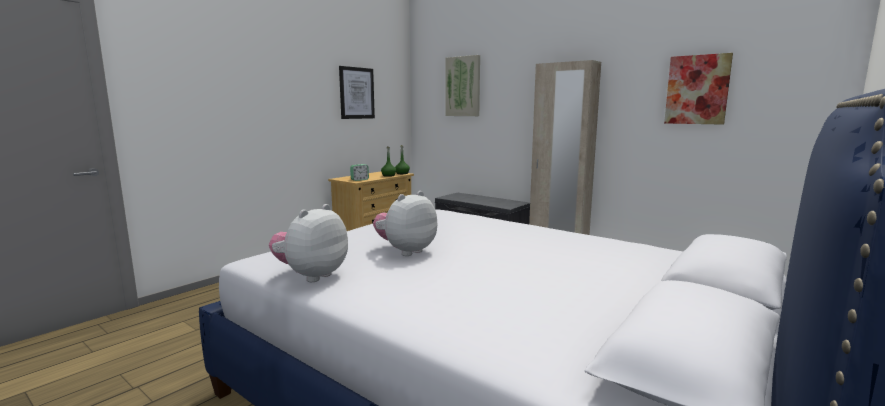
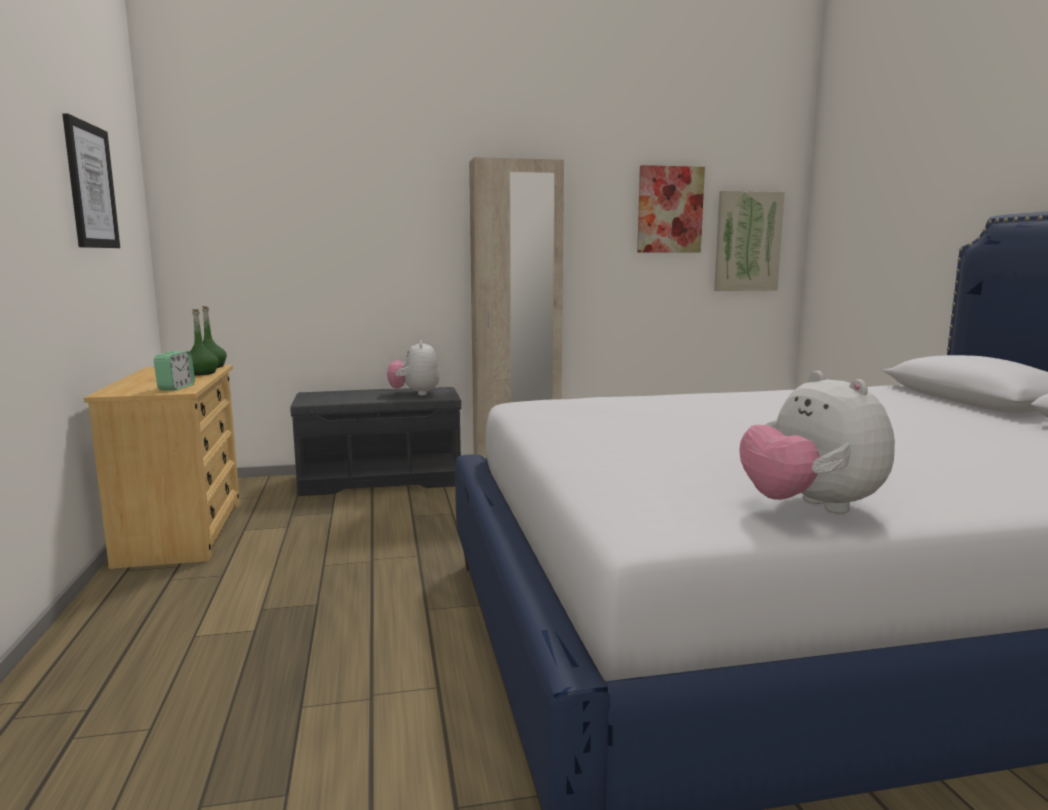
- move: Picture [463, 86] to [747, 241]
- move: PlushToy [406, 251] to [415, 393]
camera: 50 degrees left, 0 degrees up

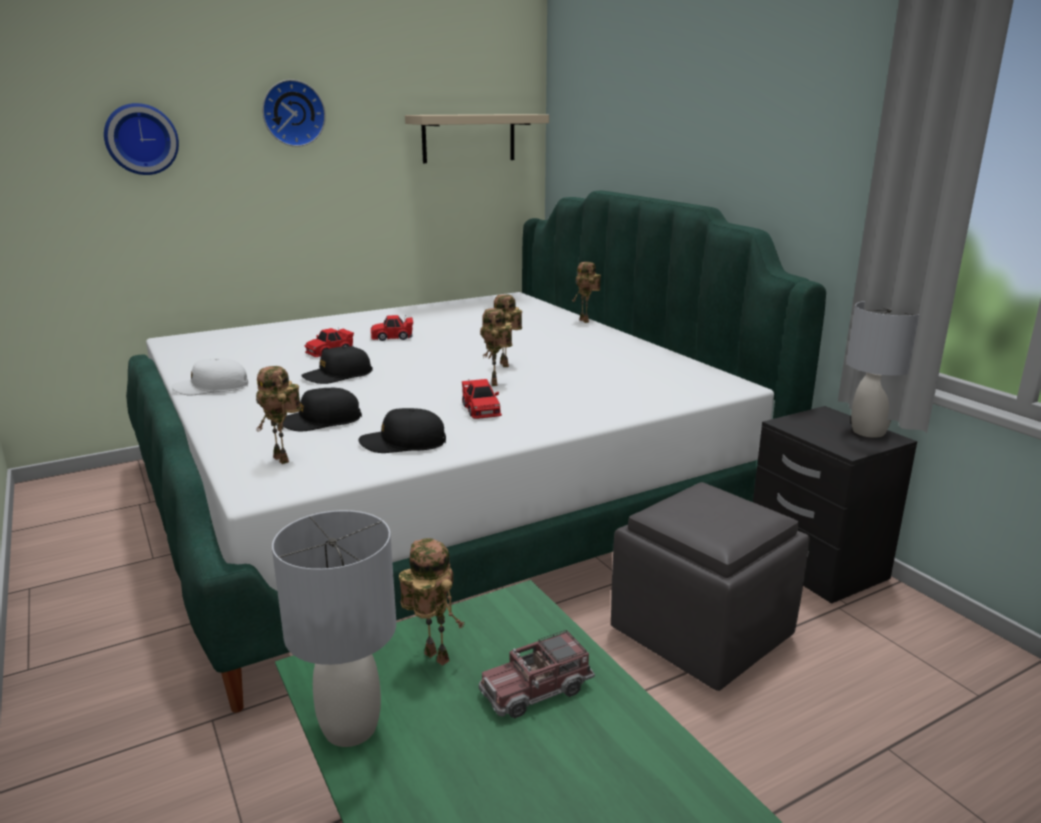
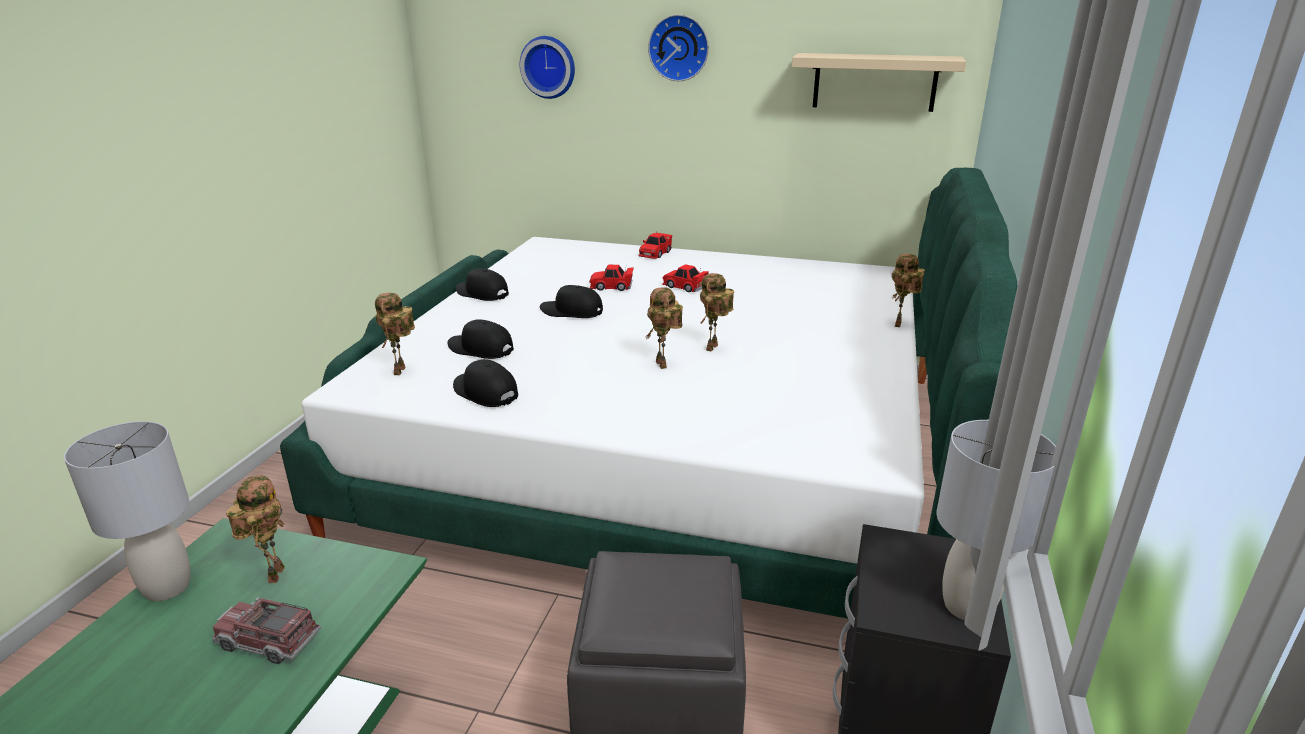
- rotate: ToyRobot [496, 383] = [663, 365] 60 degrees counterclockwise
- recolor: WhiteCap [211, 388] to BlackCap [482, 293]
- move: RedToyCar [481, 410] to [655, 253]
camera: 45 degrees right, 5 degrees up

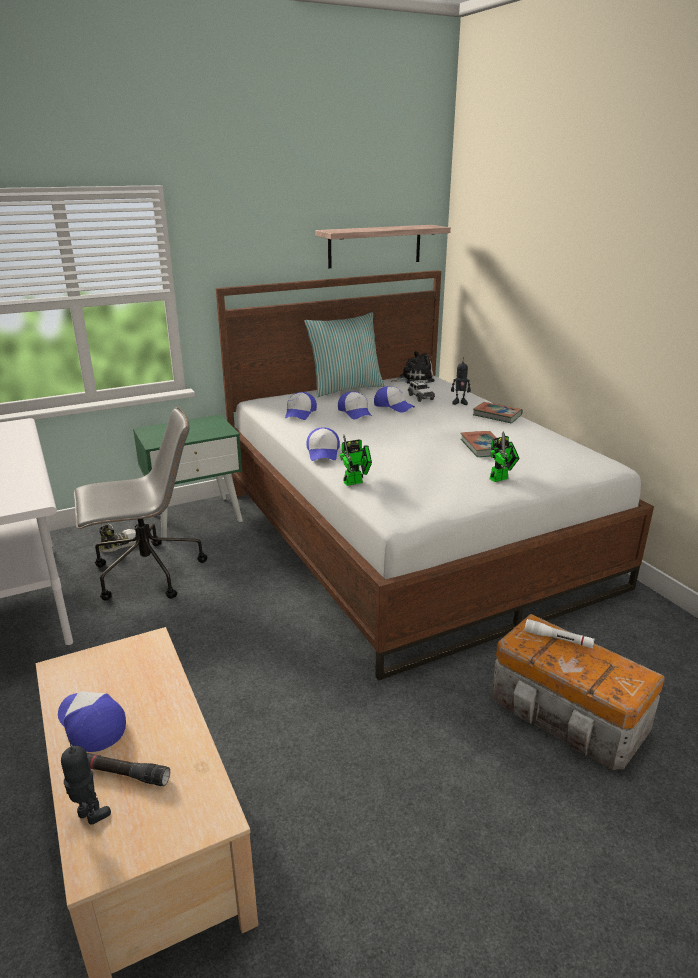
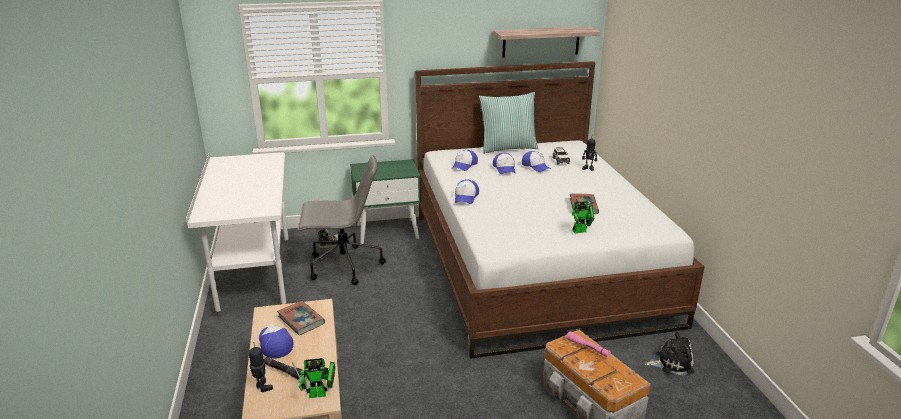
- move: PlushToy [414, 379] to [671, 362]
- move: Book [497, 415] to [301, 320]
- move: ToyRobot [356, 482] to [320, 394]
- recolor: WhiteFlashlight [558, 639] to PinkFlashlight [588, 348]
camera: 15 degrees right, 0 degrees up

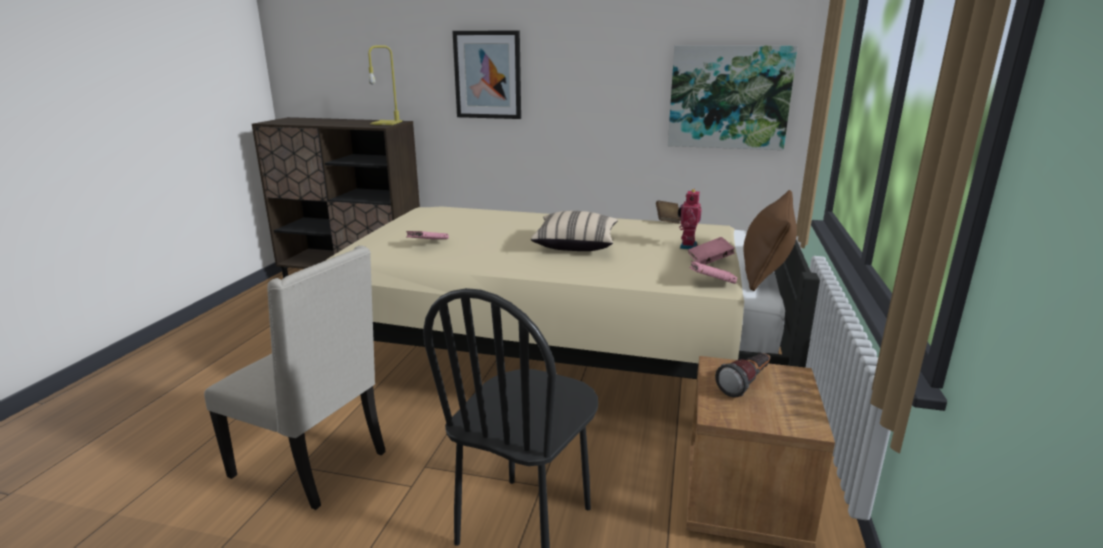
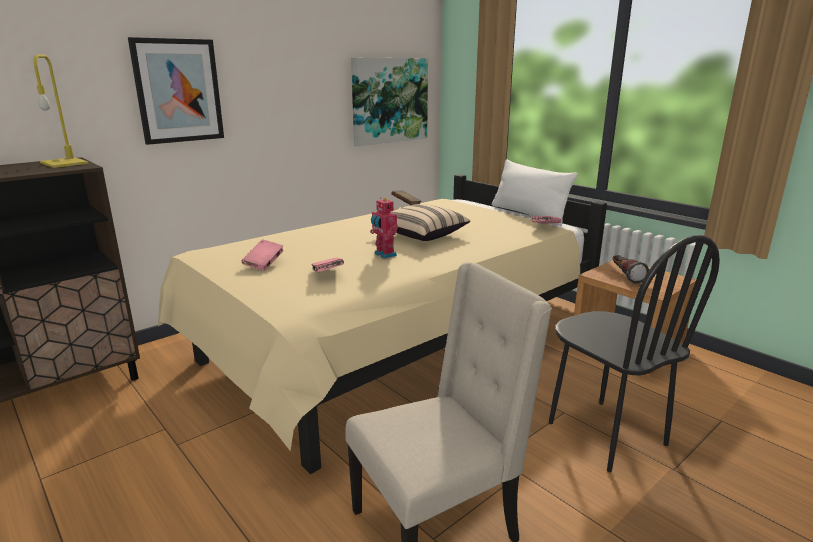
- move: ToyRobot [686, 246] to [384, 255]
- recolor: BrownPillow [765, 268] to WhitePillow [528, 214]
- move: PinkBook [710, 261] to [264, 264]
camera: 55 degrees left, 0 degrees up

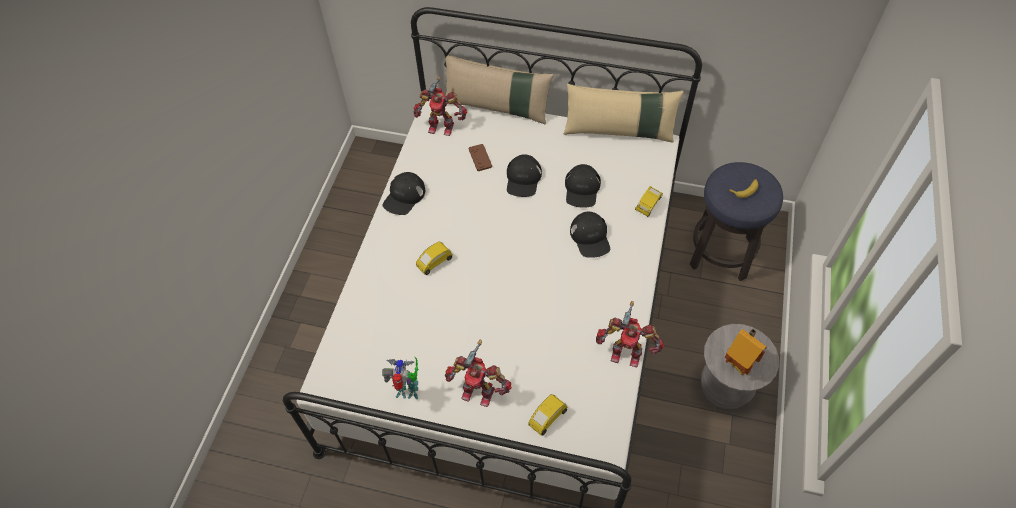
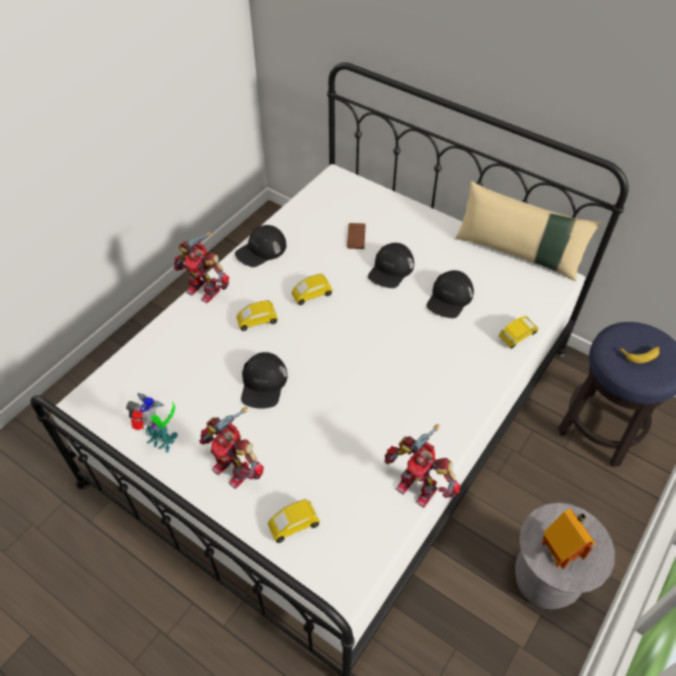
- delete: BeigePillow [497, 107]
- move: ToyRobot [441, 126] to [204, 289]
- move: BlackCap [590, 237] to [263, 384]
- insert: YellowToyCar [311, 295]
camera: 20 degrees right, 5 degrees down

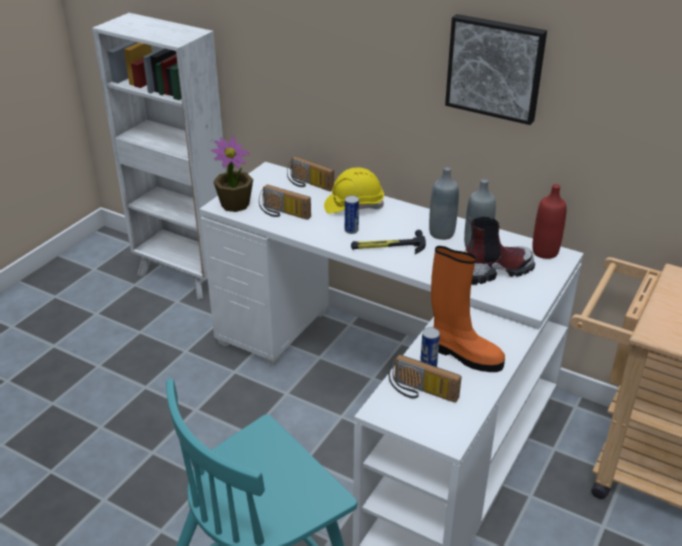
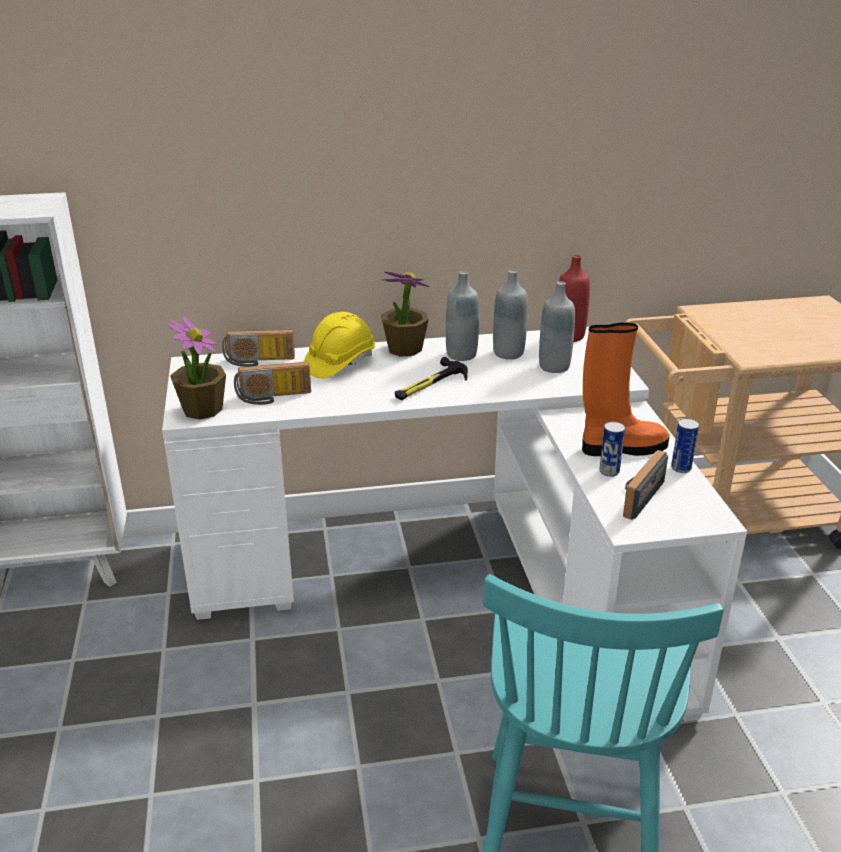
- delete: Picture [495, 67]
- move: Can [351, 230] to [681, 468]
- replace: Boot [495, 271] to GreyBottle [554, 366]
- rotate: Radio [421, 392] = [636, 495] 135 degrees clockwise
- insert: PottedPlant [404, 349]
camera: 40 degrees left, 5 degrees down

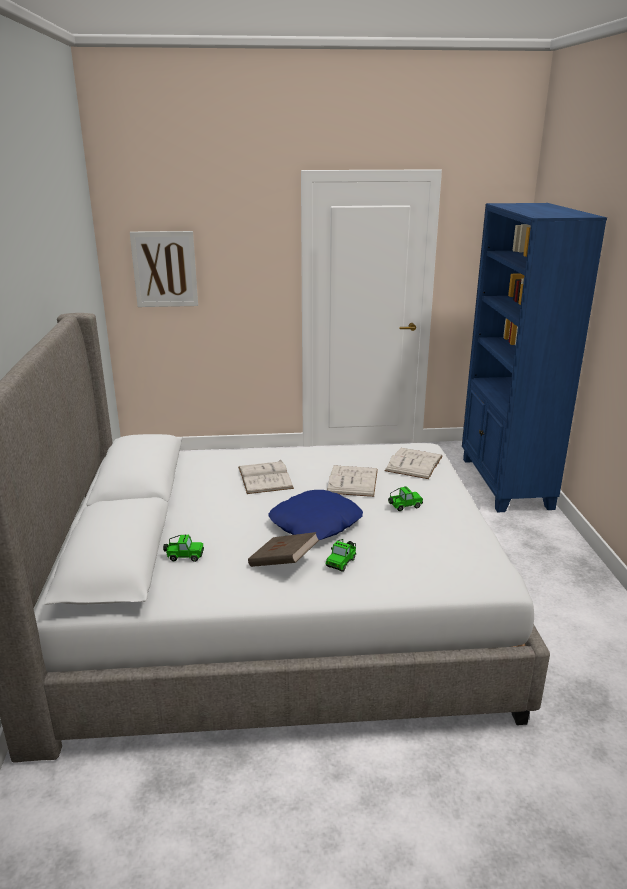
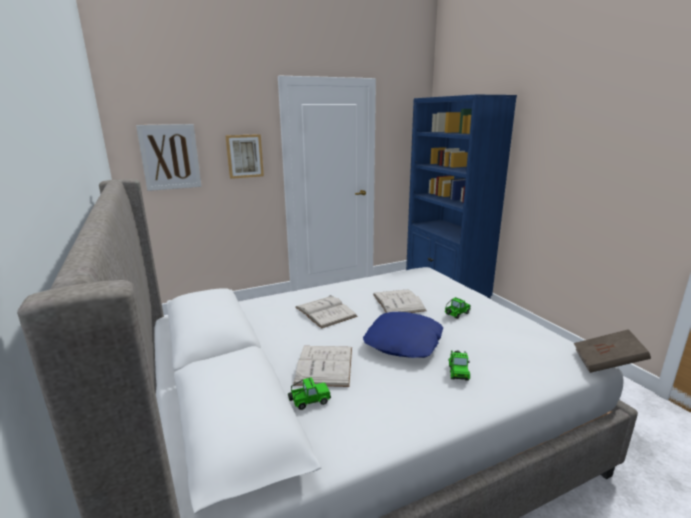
- move: WhiteBook [414, 463] to [324, 365]
- move: BrownBook [283, 563] to [607, 363]
- insert: Picture [244, 156]
camera: 20 degrees left, 5 degrees down

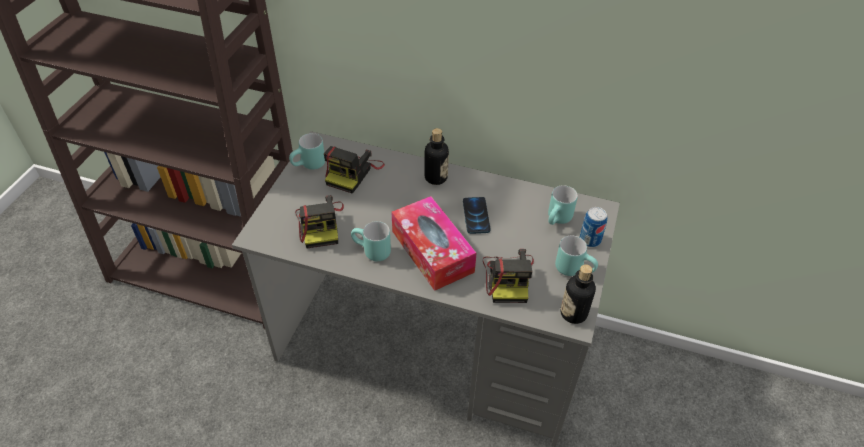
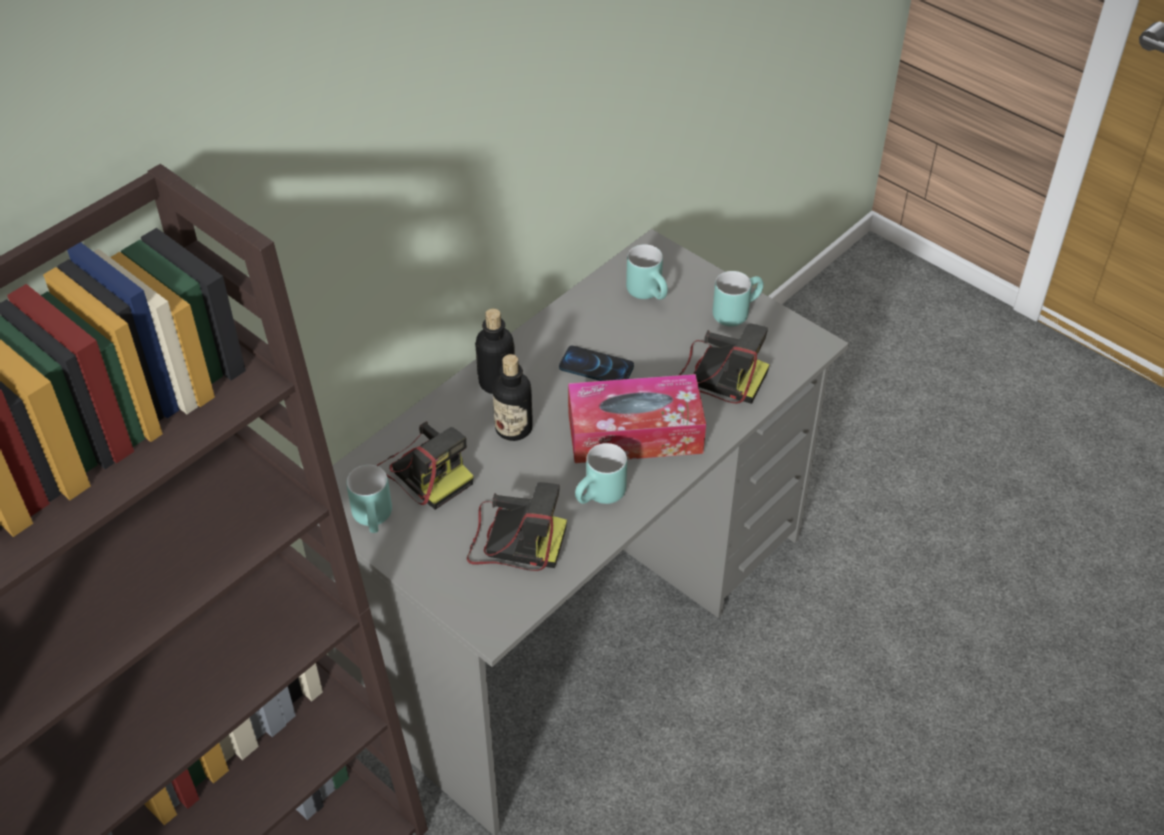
- delete: Can [590, 240]
- move: Bottle [573, 313] to [513, 428]
camera: 65 degrees left, 0 degrees up

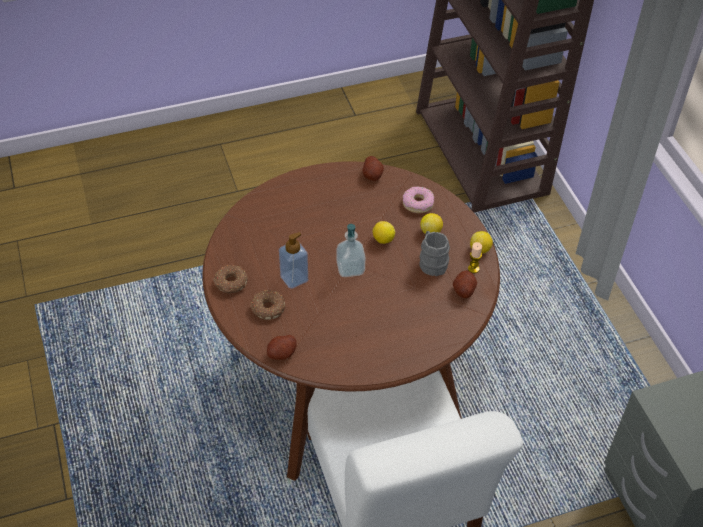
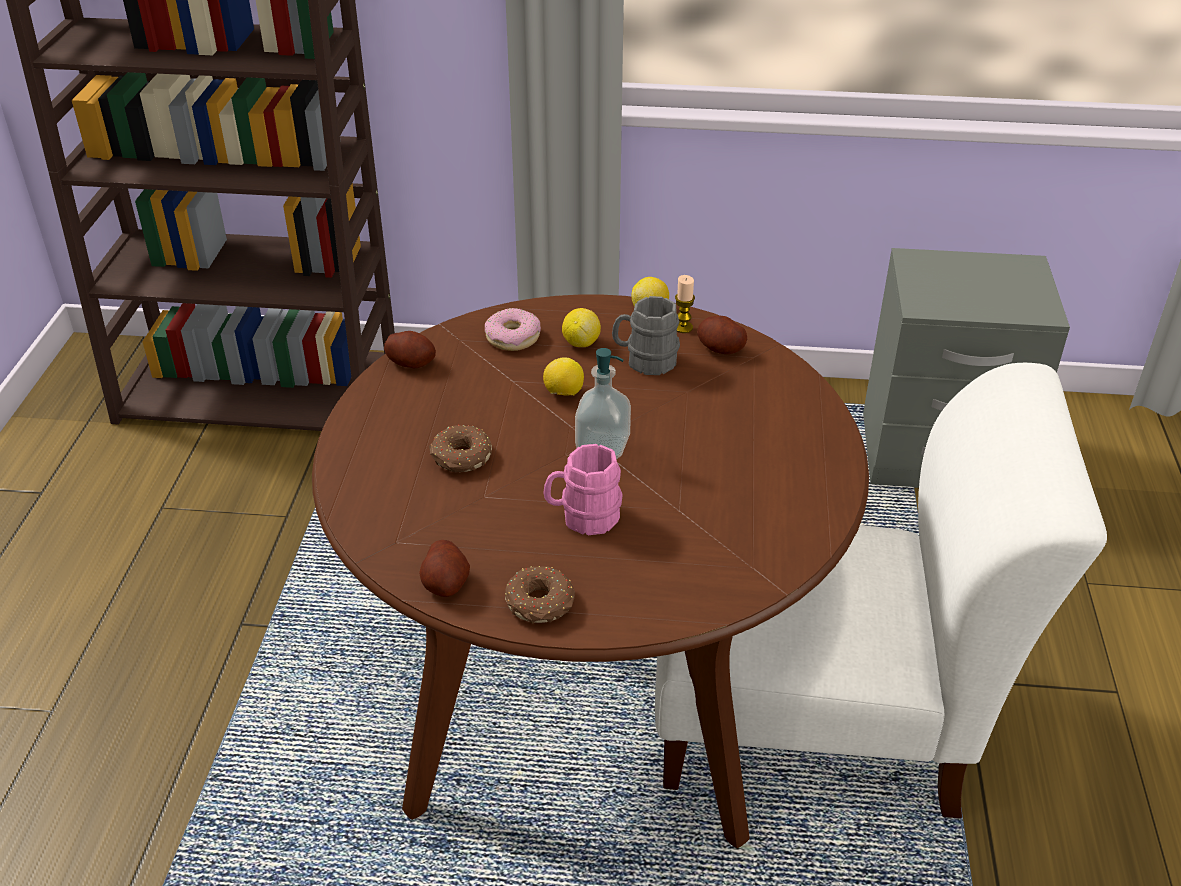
- replace: SoapDispenser [294, 278] to PinkMug [583, 517]
- move: Donut [267, 308] to [461, 457]
- move: Potato [282, 353] to [446, 583]
camera: 65 degrees left, 10 degrees down

